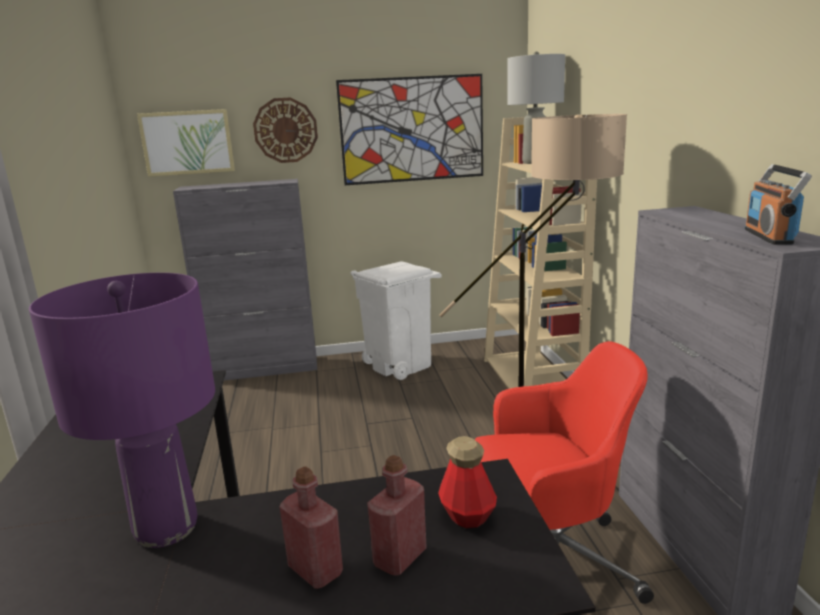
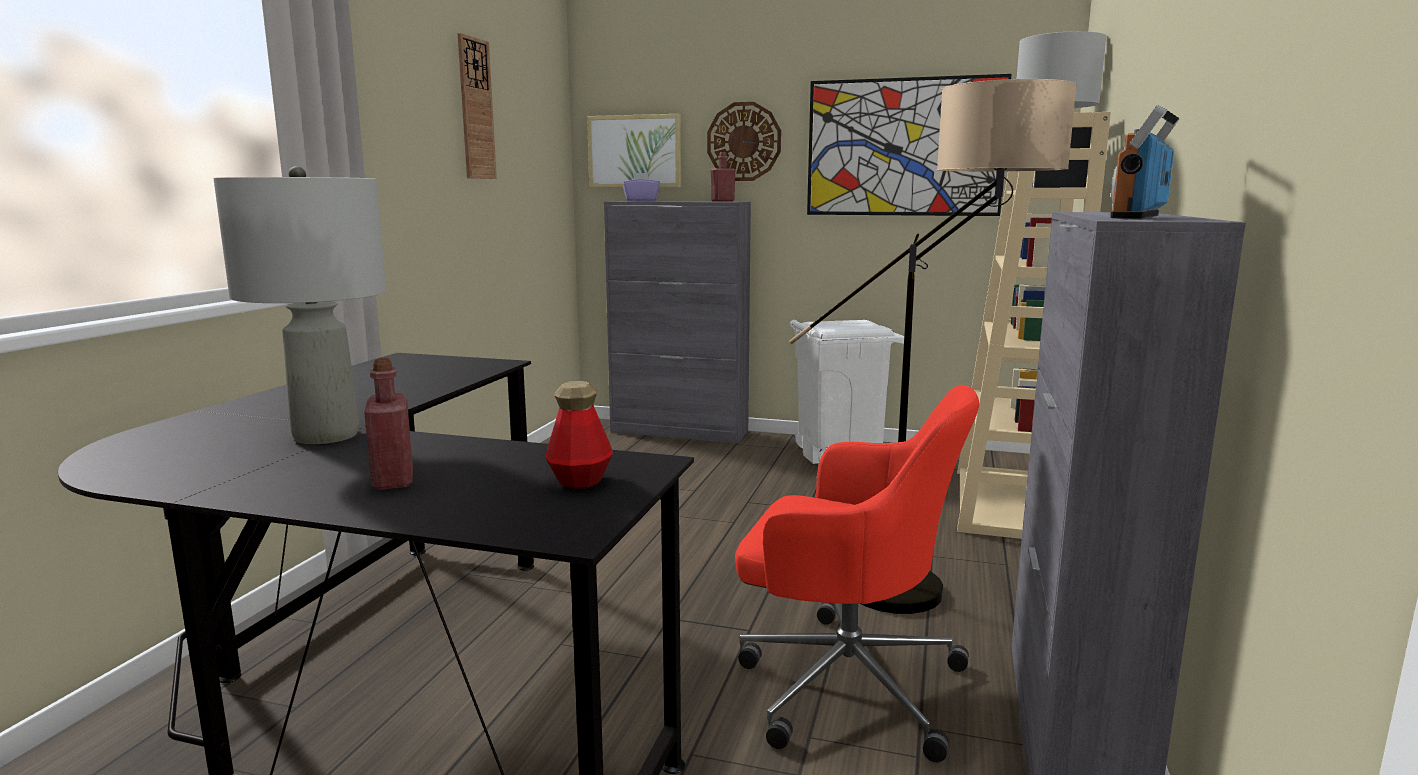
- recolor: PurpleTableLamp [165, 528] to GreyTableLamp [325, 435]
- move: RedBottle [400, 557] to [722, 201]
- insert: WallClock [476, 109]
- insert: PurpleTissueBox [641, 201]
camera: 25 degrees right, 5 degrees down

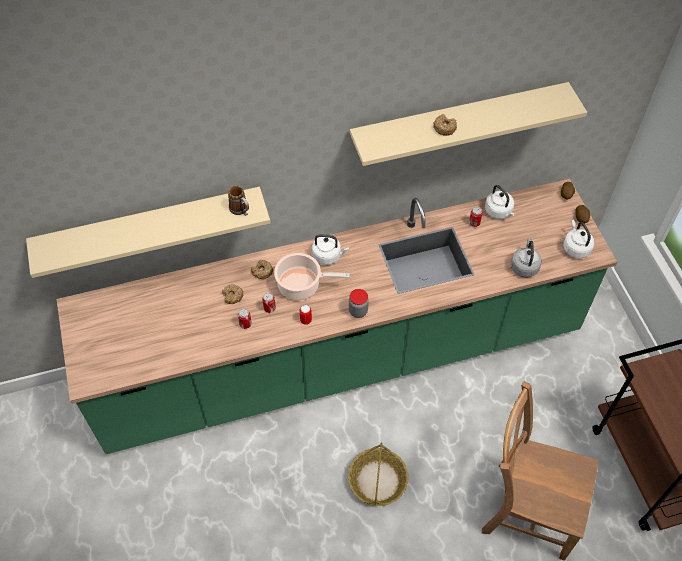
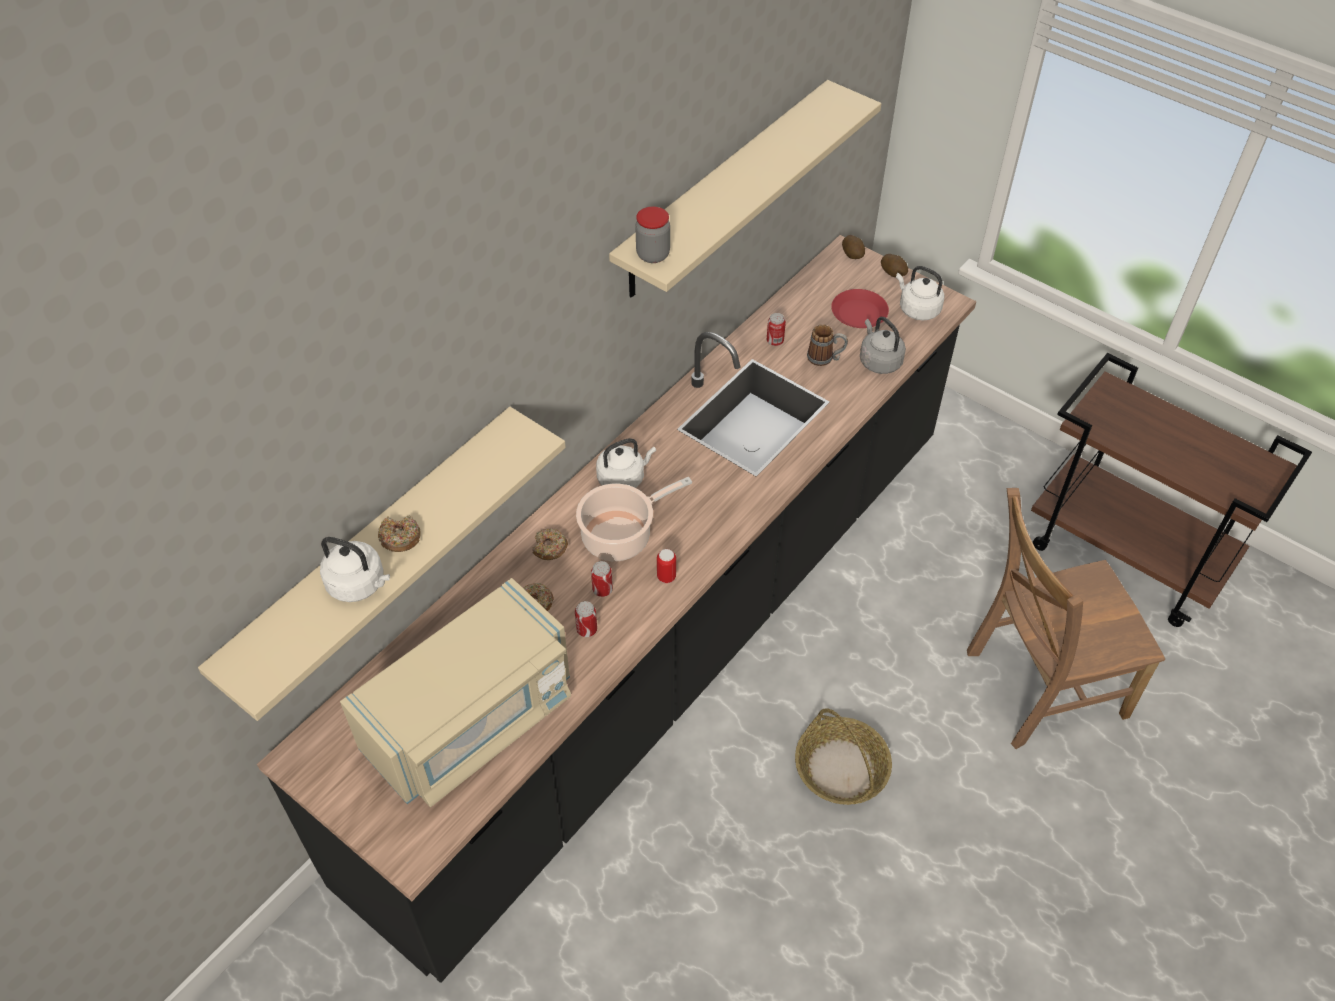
- move: Donut [444, 128] to [400, 538]
- recolor: GreenCounter [341, 359] to BlackCounter [667, 644]
- move: WhiteKettle [499, 212] to [359, 584]
- move: Mug [241, 211] to [825, 358]
- move: Jar [358, 311] to [653, 255]
- insert: RedPlate [858, 314]
- insert: BeigeMicrowave [471, 721]
camera: 35 degrees left, 5 degrees down

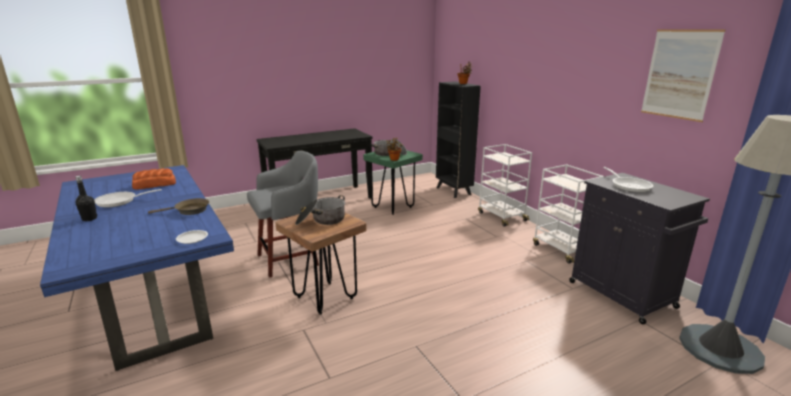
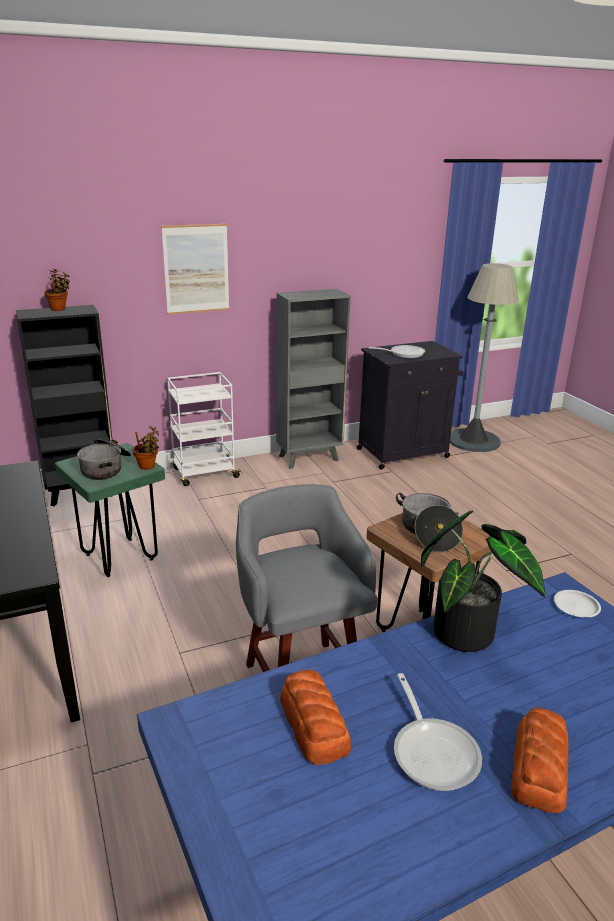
- move: Picture [679, 74] to [196, 269]
- replace: WhiteCart [561, 249] to GreyBookcase [310, 458]
- replace: BlackBottle [89, 219] to Bread [540, 767]
- replace: BrownFryingPan [189, 211] to PottedPlant [470, 632]
camera: 85 degrees left, 5 degrees up

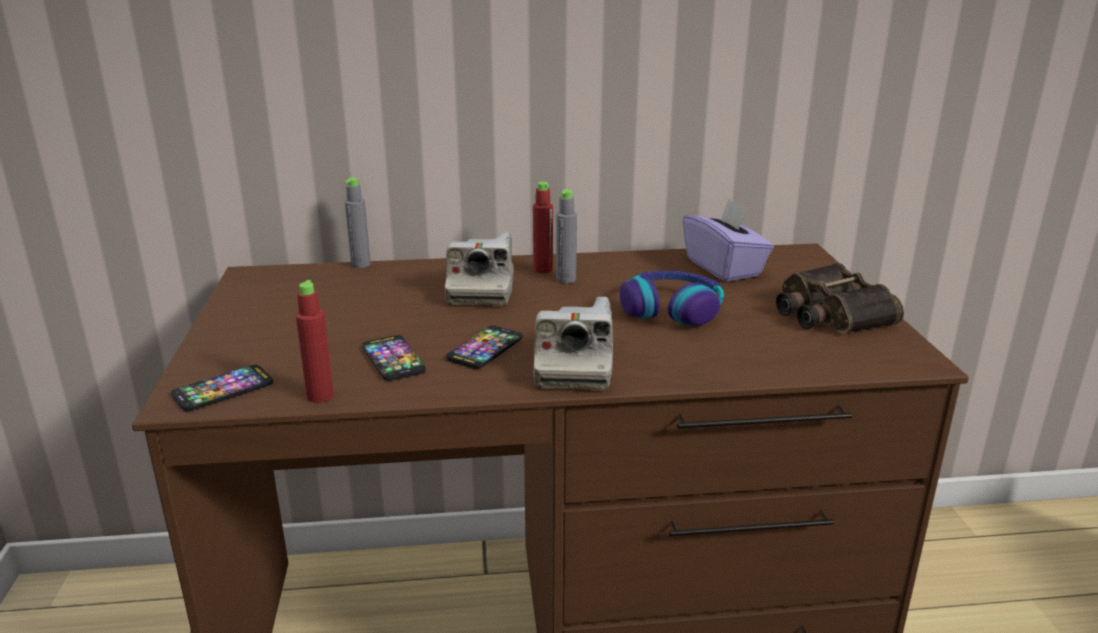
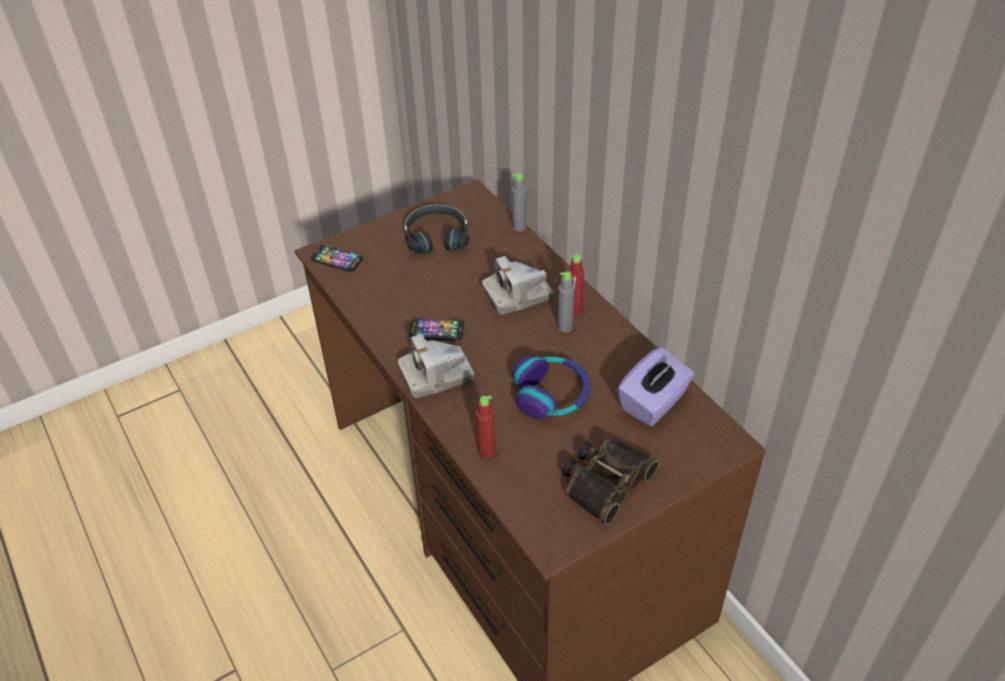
- move: RedBottle [320, 396] to [486, 451]
- delete: Phone [393, 359]
- insert: BlackHeadphones [436, 236]
camera: 65 degrees right, 20 degrees up

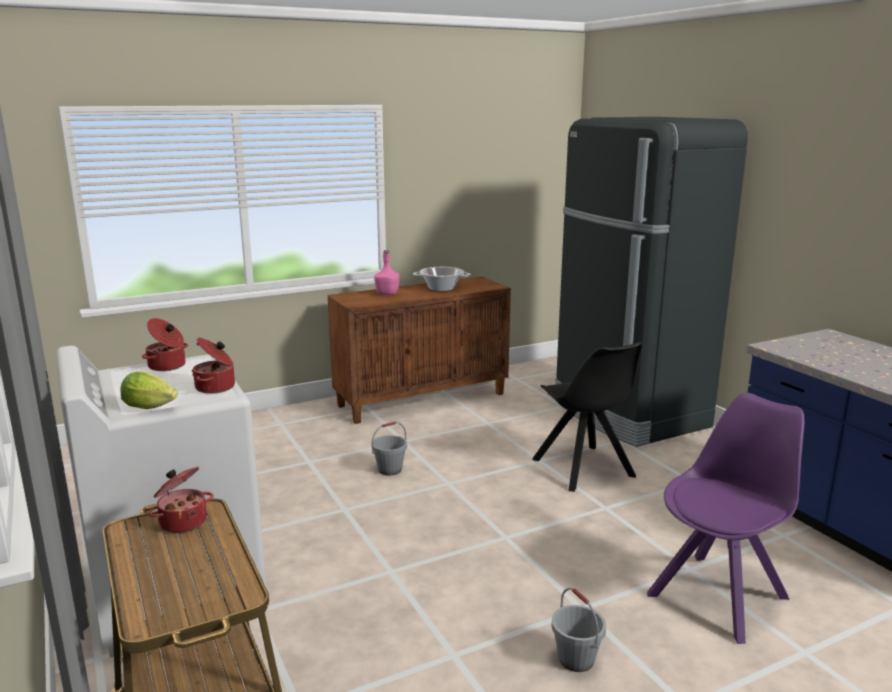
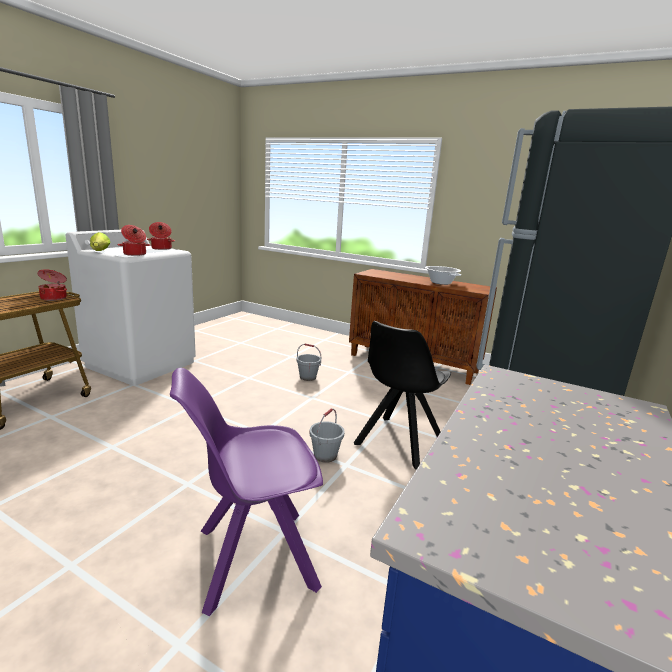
- delete: PinkBottle [387, 294]
- rotate: PurpleChair [720, 595] = [252, 558] 150 degrees clockwise
- move: GreyBucket [576, 659] to [325, 456]
camera: 55 degrees right, 0 degrees up

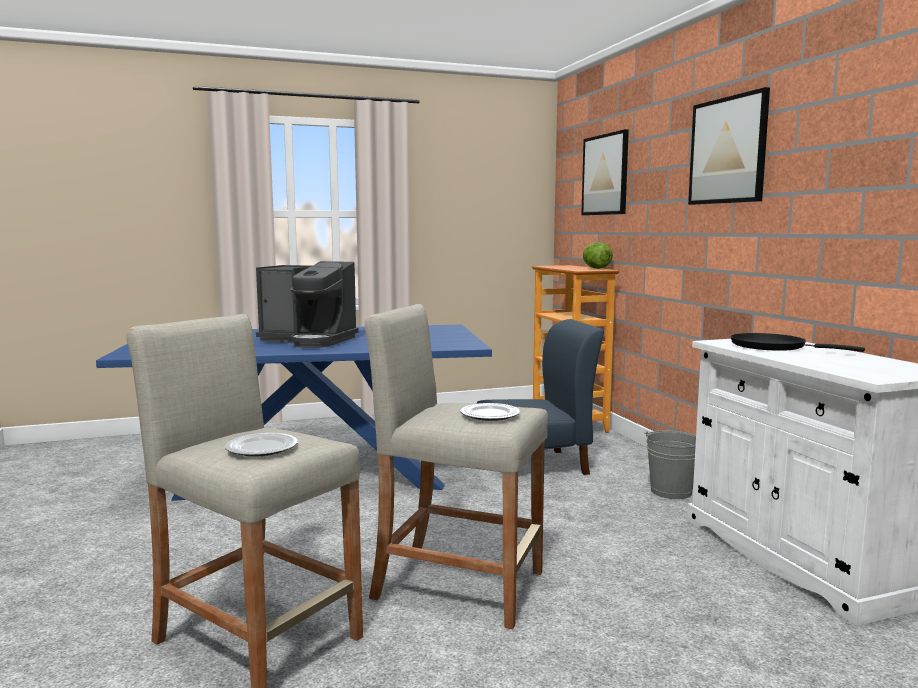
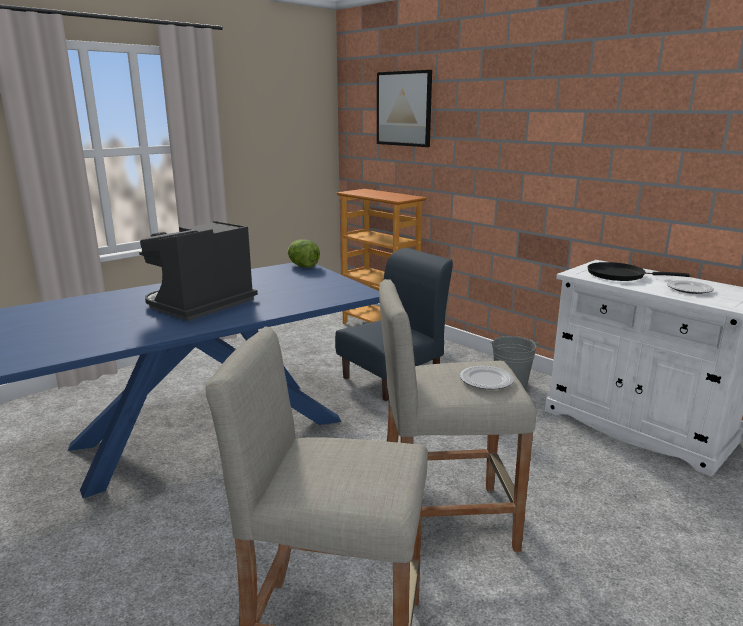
- delete: Picture [728, 150]
- move: Lettuce [596, 268] to [303, 266]
- rotate: CoffeeMachine [309, 341] = [200, 305] 135 degrees clockwise
- move: Plate [261, 448] to [688, 289]
camera: 25 degrees left, 10 degrees up

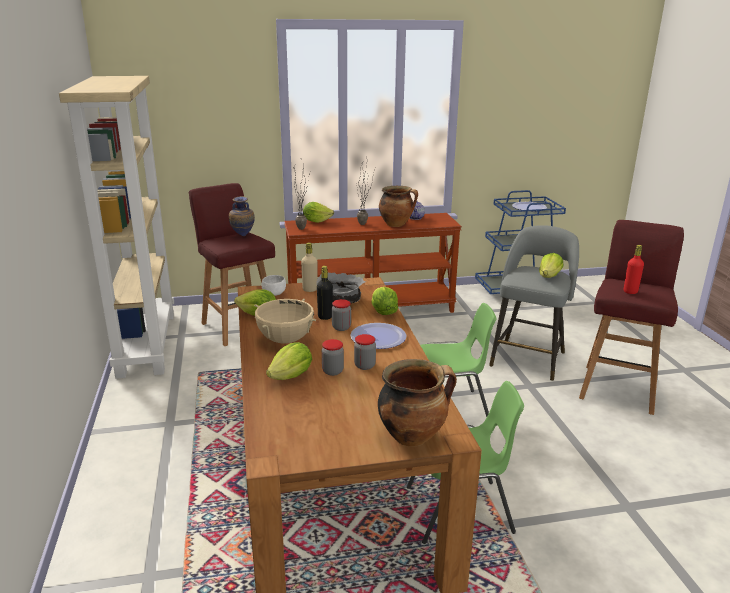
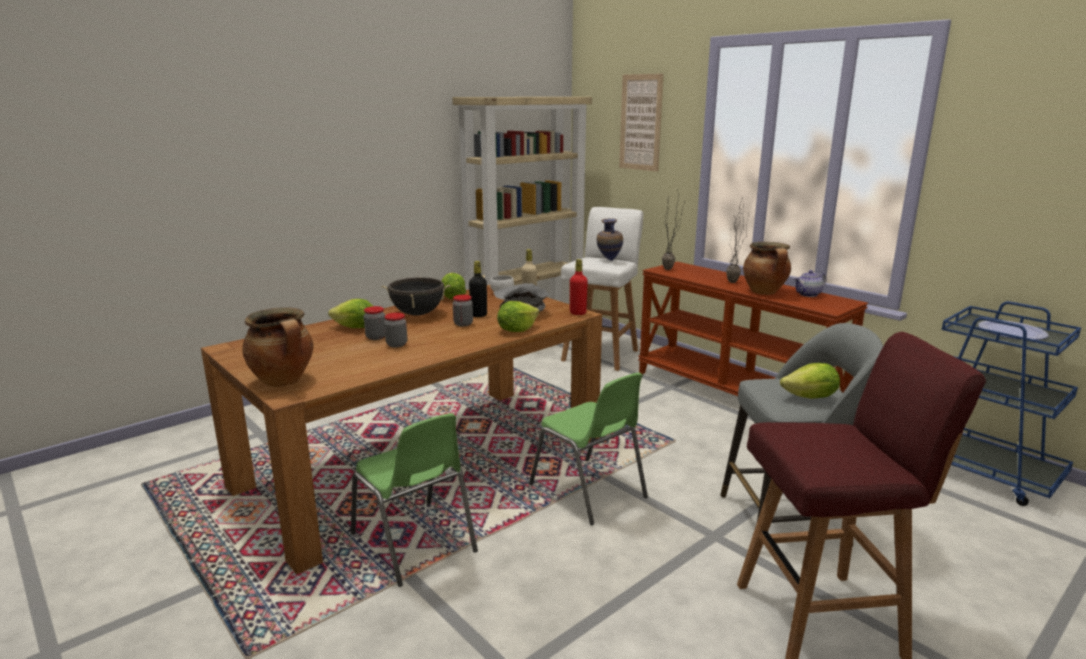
- recolor: RedStool [238, 326] to WhiteStool [601, 355]
- delete: Lettuce [316, 221]
- move: RedBottle [630, 291] to [578, 313]
- recolor: BeigeCookingPot [285, 340] to BlackCookingPot [417, 314]
- delete: Plate [378, 337]
- insert: Picture [640, 122]
camera: 60 degrees right, 5 degrees down

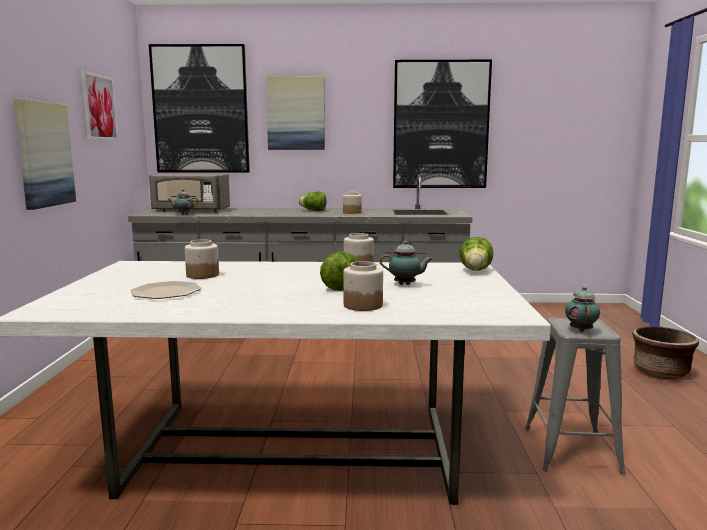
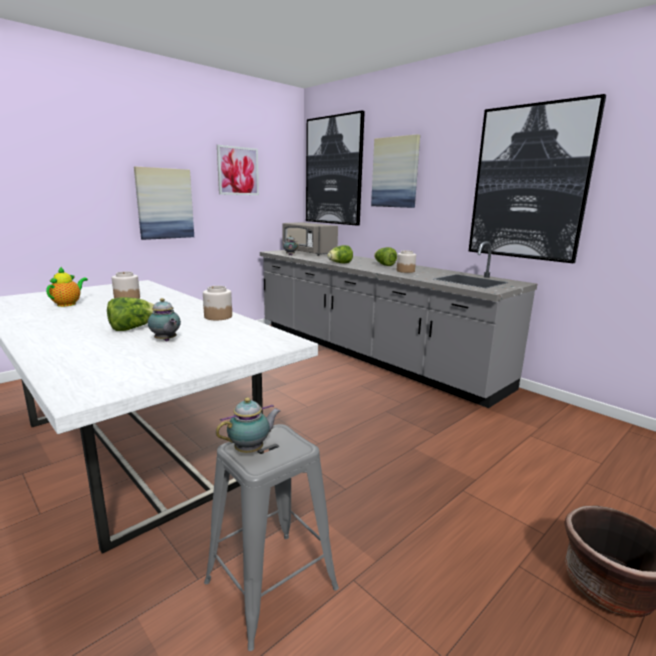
- move: Lettuce [475, 271] to [340, 263]
- delete: Jar [362, 305]
- replace: Plate [167, 292] to Teapot [68, 304]
camera: 45 degrees right, 5 degrees up

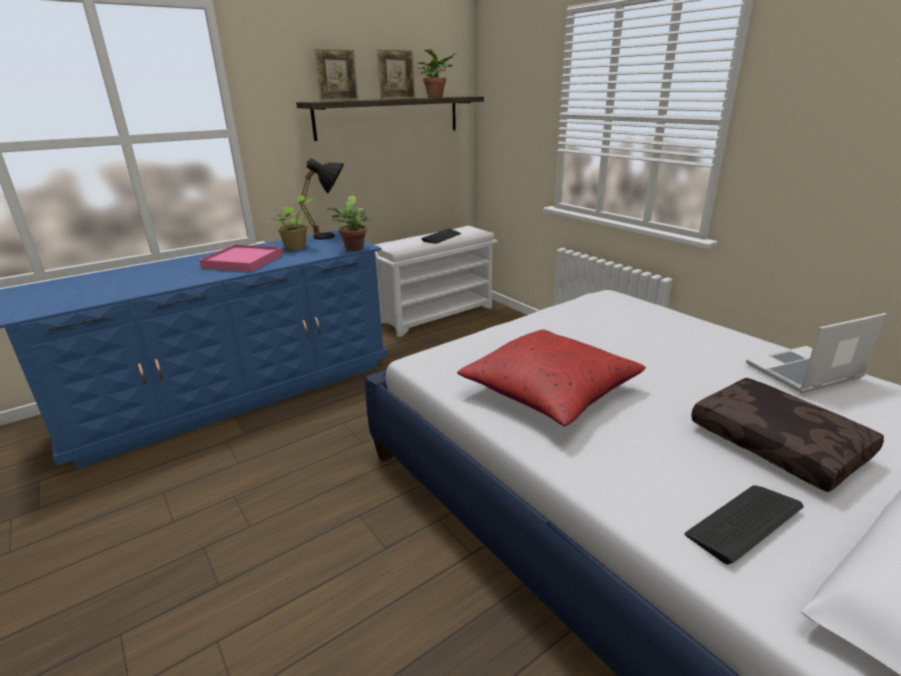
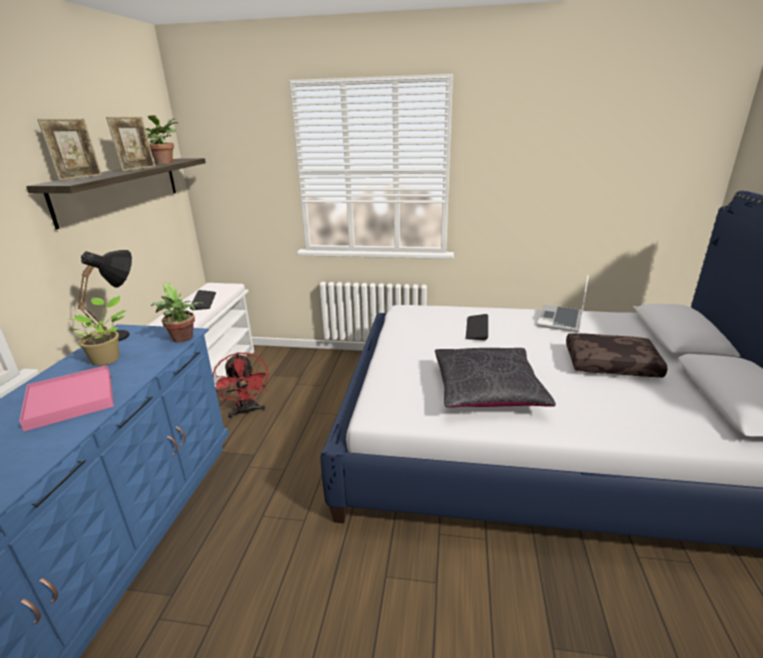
- recolor: RedPillow [550, 391] to BlackPillow [487, 391]
- move: Keyboard [743, 523] to [477, 328]
- insert: RedFan [247, 412]
camera: 45 degrees left, 0 degrees up

